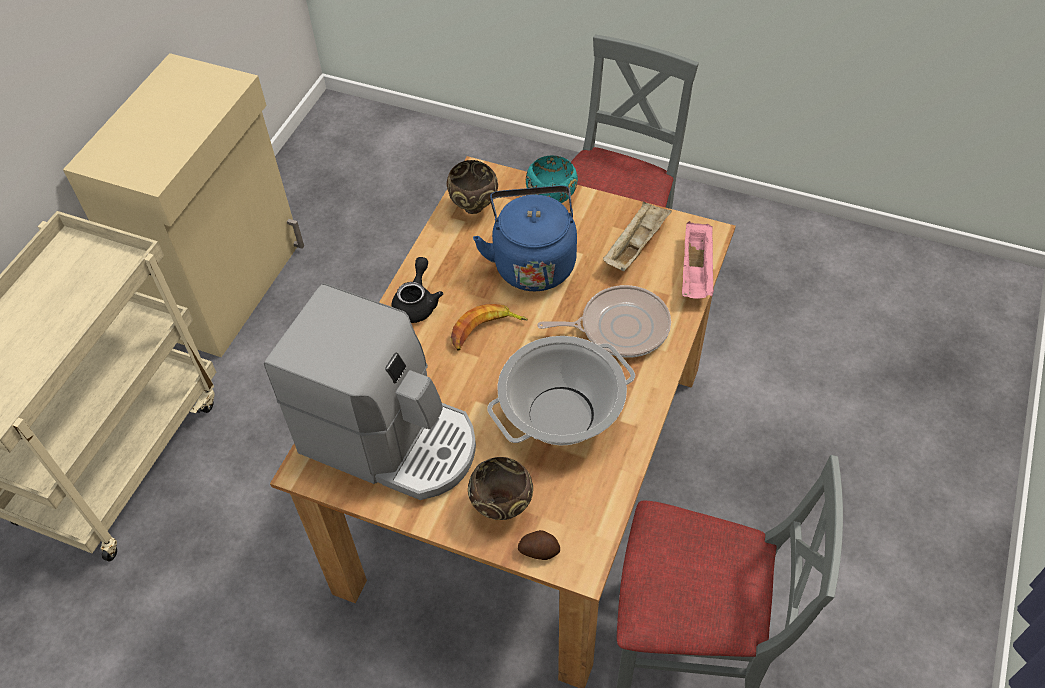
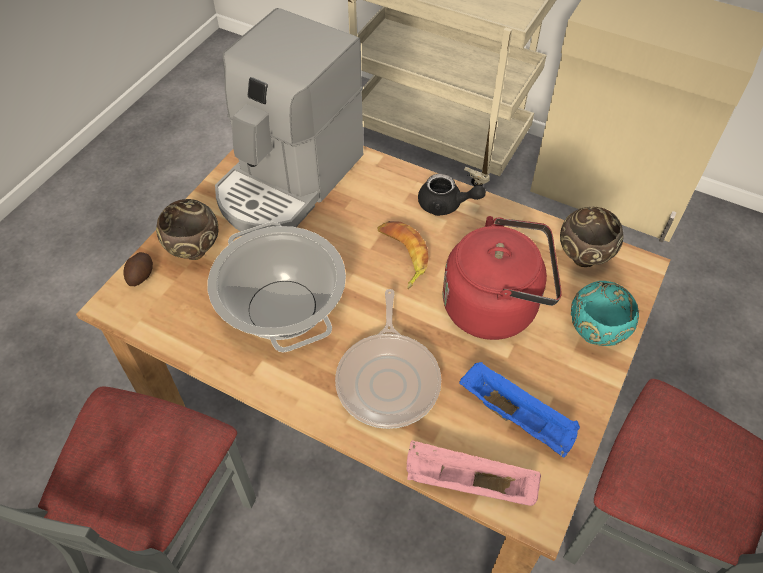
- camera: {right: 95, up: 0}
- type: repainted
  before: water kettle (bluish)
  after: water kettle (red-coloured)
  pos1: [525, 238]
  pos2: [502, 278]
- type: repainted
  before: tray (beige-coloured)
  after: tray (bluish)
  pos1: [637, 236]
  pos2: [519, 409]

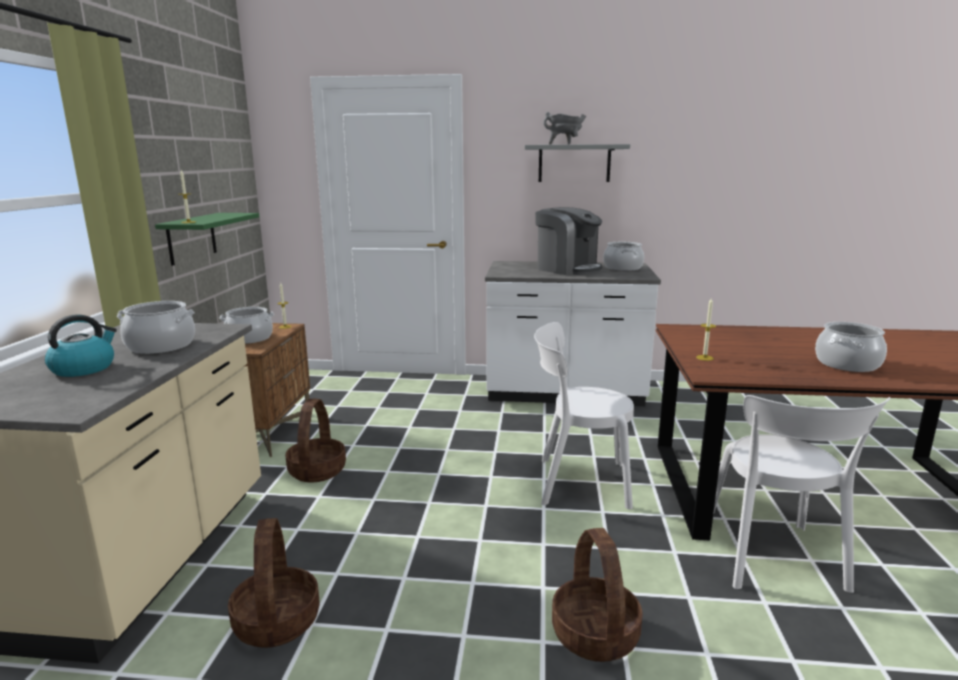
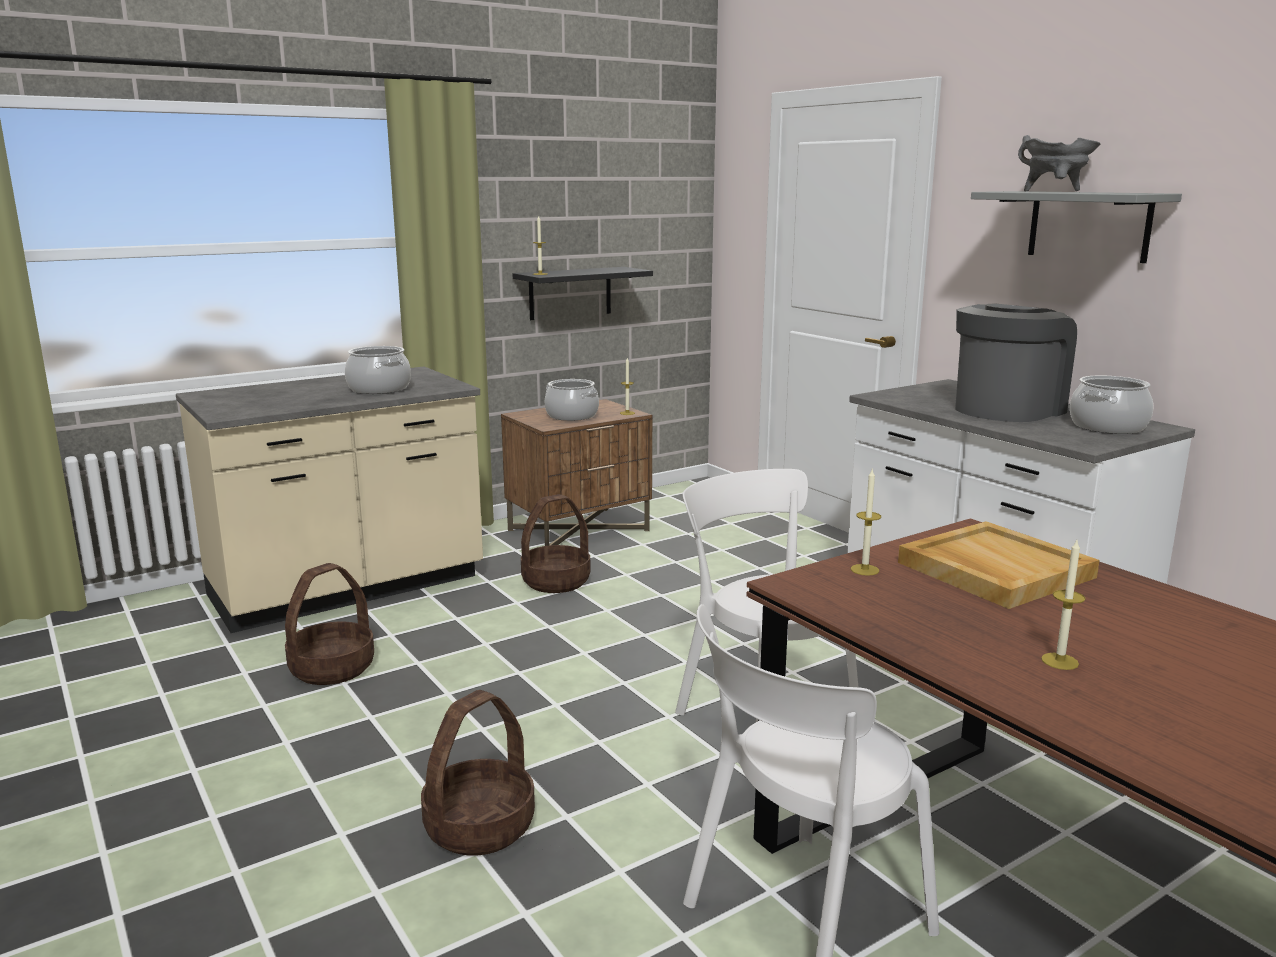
- camera: {right: 50, up: 0}
- type: repainted
  before: shelf (greenish)
  after: shelf (blackish)
  pos1: [207, 239]
  pos2: [583, 293]
- type: new
  after: tray (beige-coloured)
  pos2: [999, 565]
- type: rotated
  before: coffee maker
  pos1: [568, 241]
  pos2: [1016, 363]
  turn: -135
- type: swapped
  before: stockpot
  after: candle
  pos1: [851, 347]
  pos2: [1063, 605]
- type: gone
  before: water kettle
  pos1: [81, 345]

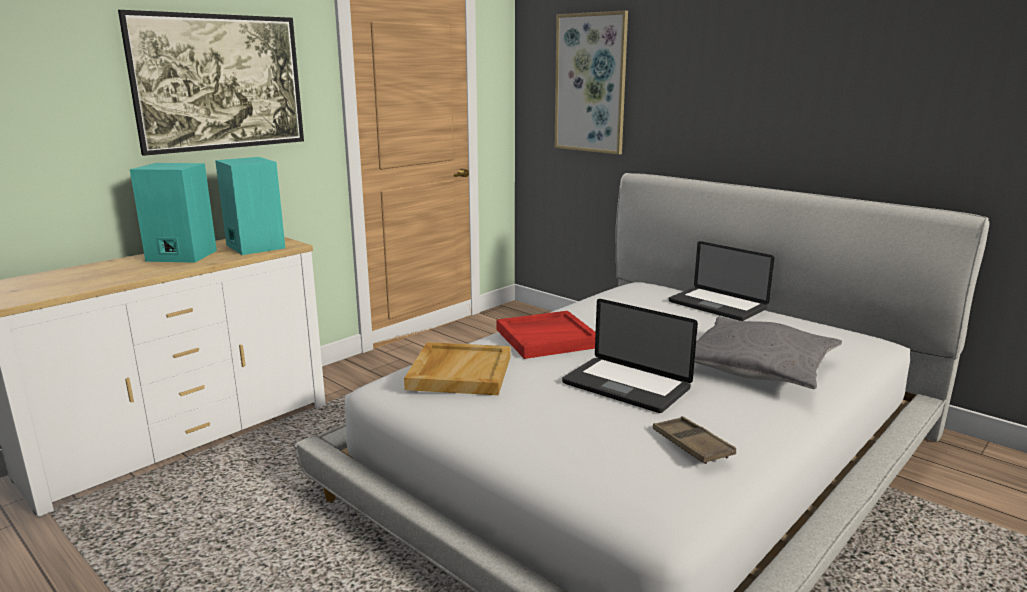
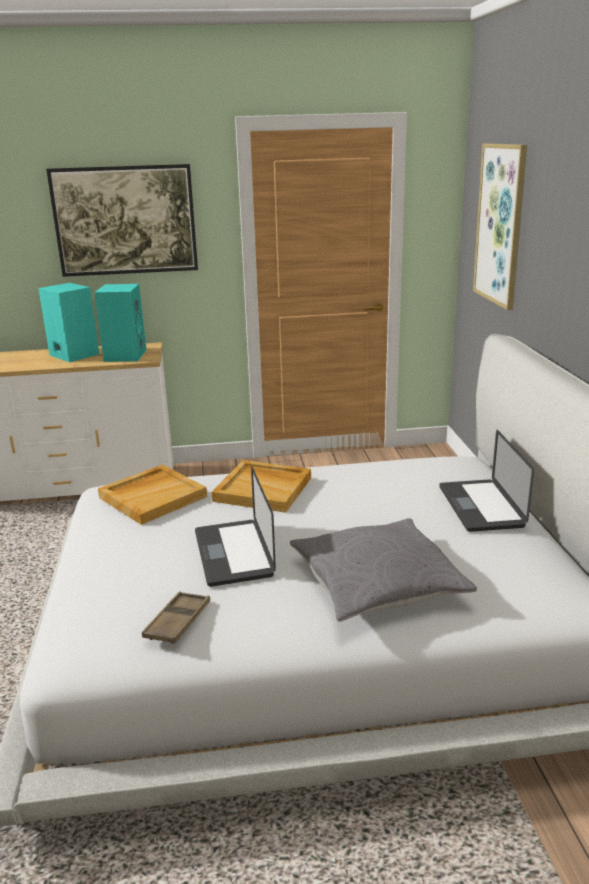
- camera: {right: 40, up: 5}
- type: repainted
  before: tray (red-coloured)
  after: tray (beige-coloured)
  pos1: [546, 335]
  pos2: [261, 486]

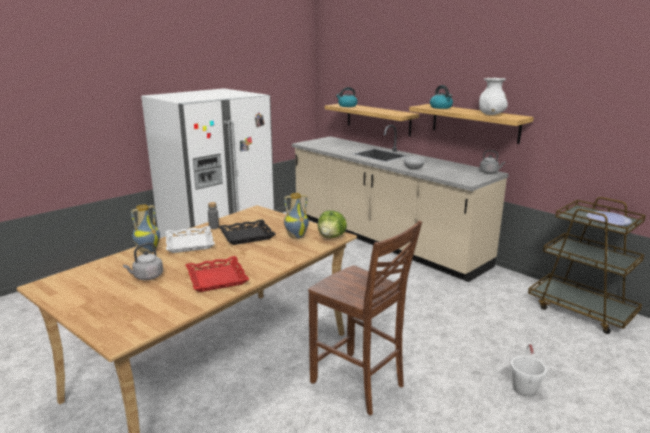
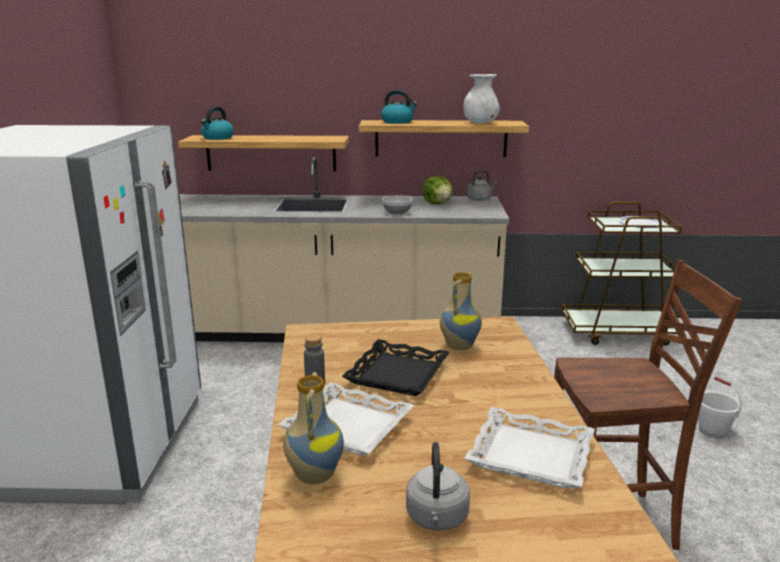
- camera: {right: -45, up: 0}
- type: shifted
  before: lettuce
  pos1: [332, 224]
  pos2: [438, 190]
- type: repainted
  before: tray (red-coloured)
  after: tray (white)
  pos1: [217, 274]
  pos2: [529, 448]

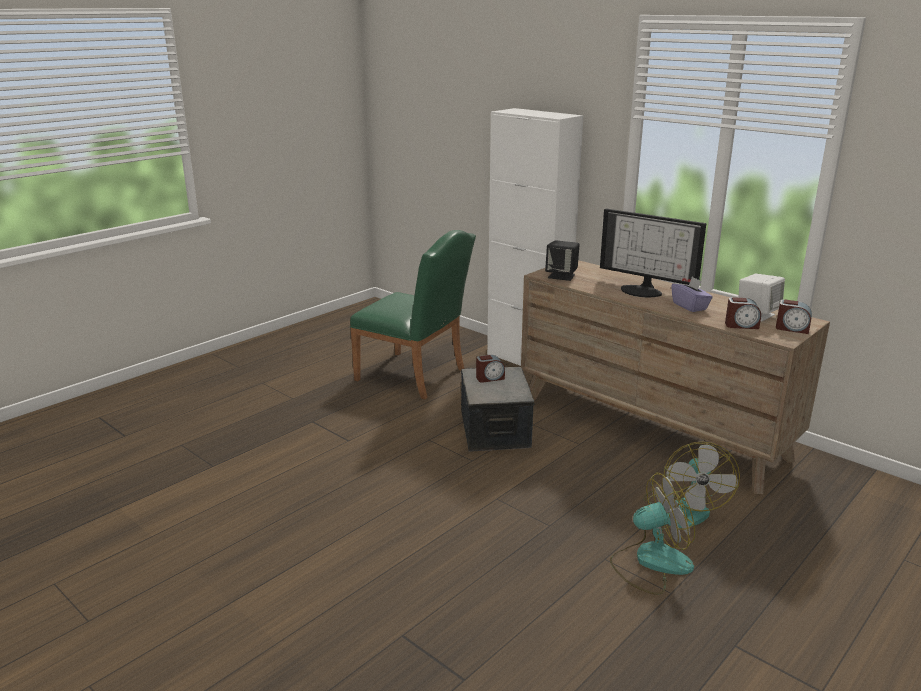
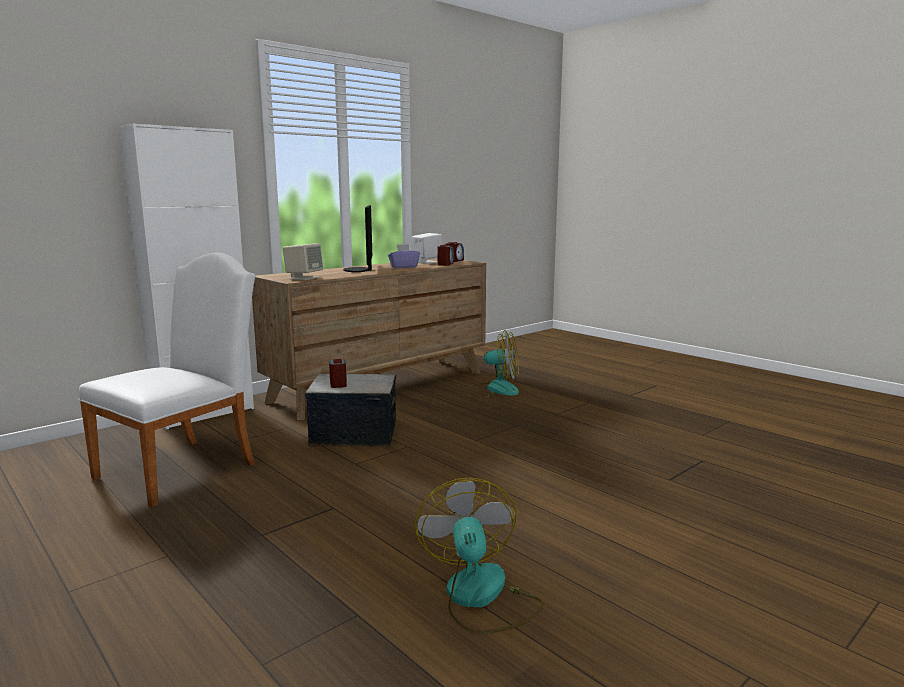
- camera: {right: -85, up: -10}
- type: repainted
  before: plain chair (greenish)
  after: plain chair (white)
  pos1: [413, 314]
  pos2: [167, 379]
- type: repainted
  before: audio speaker (blackish)
  after: audio speaker (beige-coloured)
  pos1: [562, 260]
  pos2: [303, 261]
- type: rotated
  before: computer screen
  pos1: [653, 253]
  pos2: [357, 238]
  turn: 135
- type: shifted
  before: fan
  pos1: [652, 534]
  pos2: [479, 556]

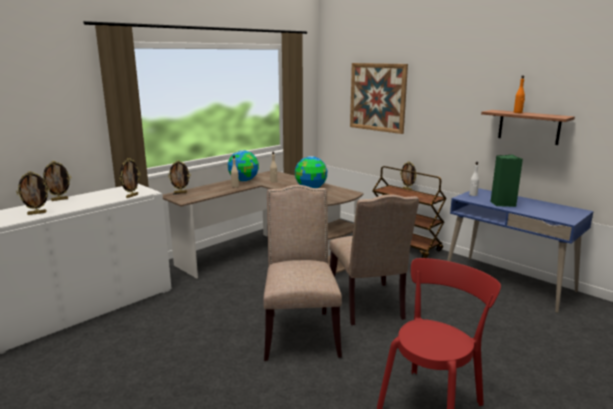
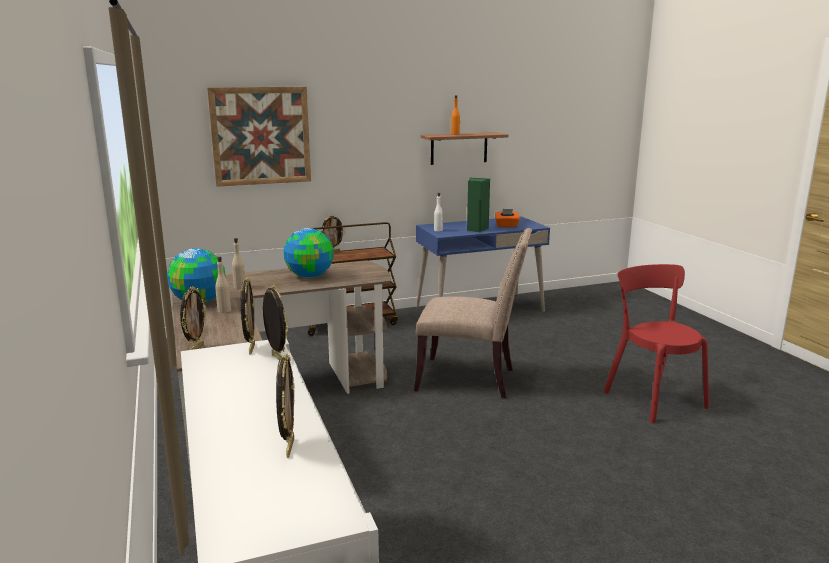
- camera: {right: -65, up: 0}
- type: shifted
  before: picture frame
  pos1: [57, 181]
  pos2: [248, 316]
- type: new
  after: box of tissues (orangey)
  pos2: [507, 218]
- type: gone
  before: plain chair (beige-coloured)
  pos1: [302, 273]

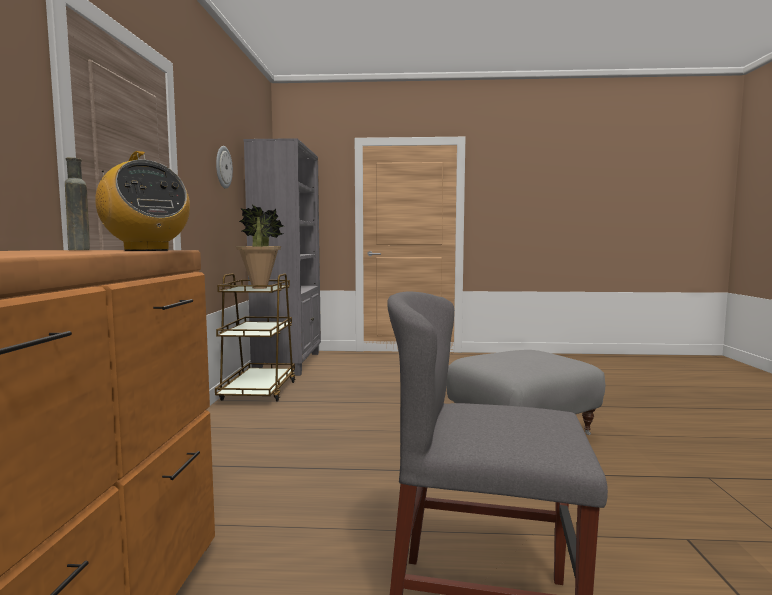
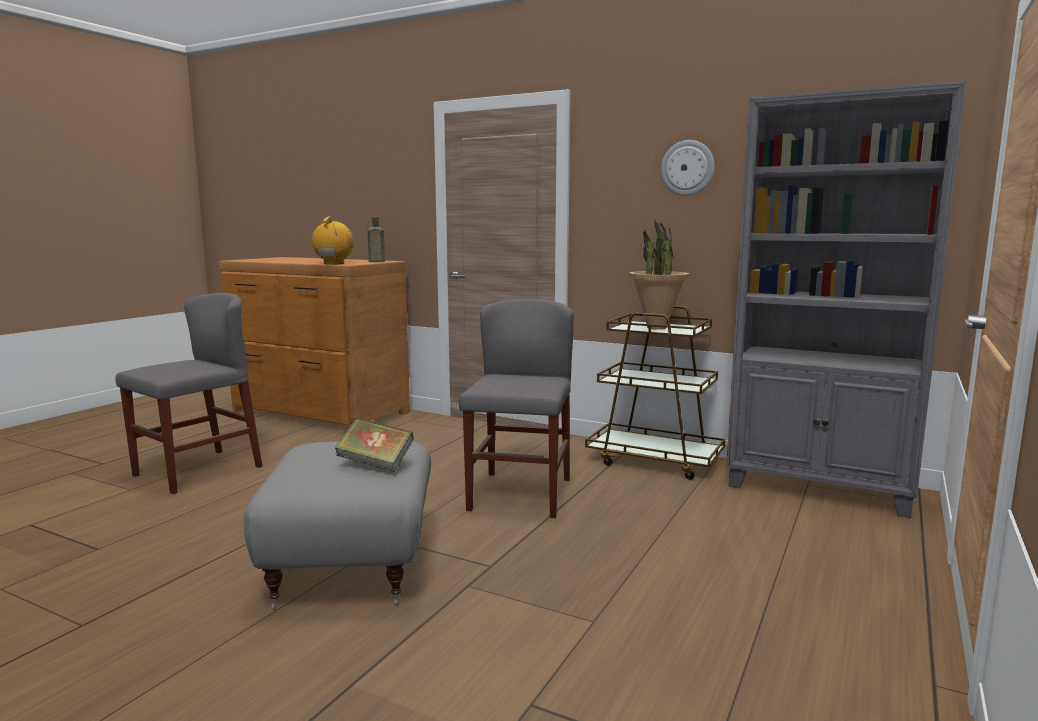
- camera: {right: 115, up: 5}
- type: rotated
  before: radio
  pos1: [142, 201]
  pos2: [333, 241]
  turn: 120
- type: new
  after: book
  pos2: [374, 445]
- type: new
  after: plain chair (gray)
  pos2: [516, 408]

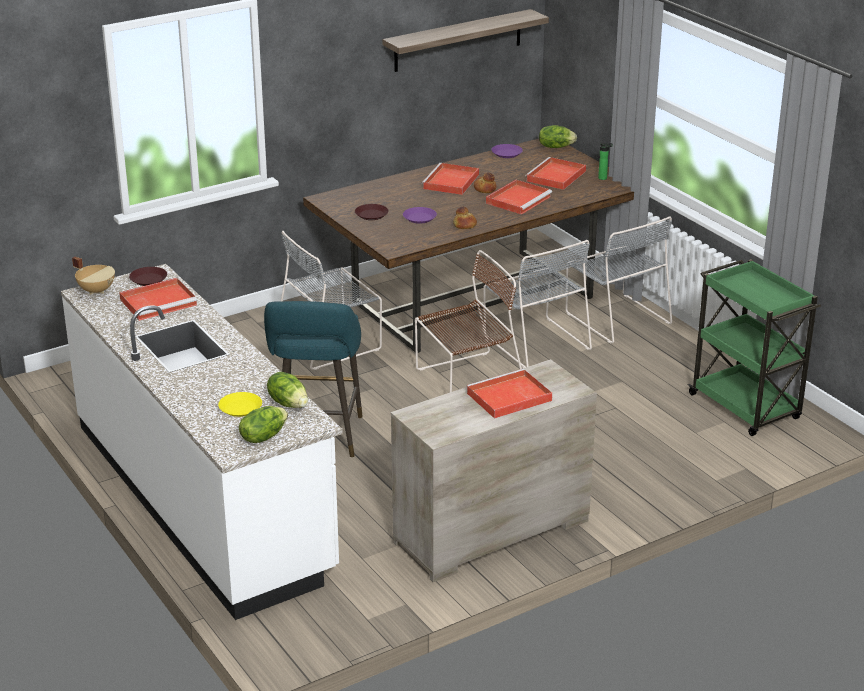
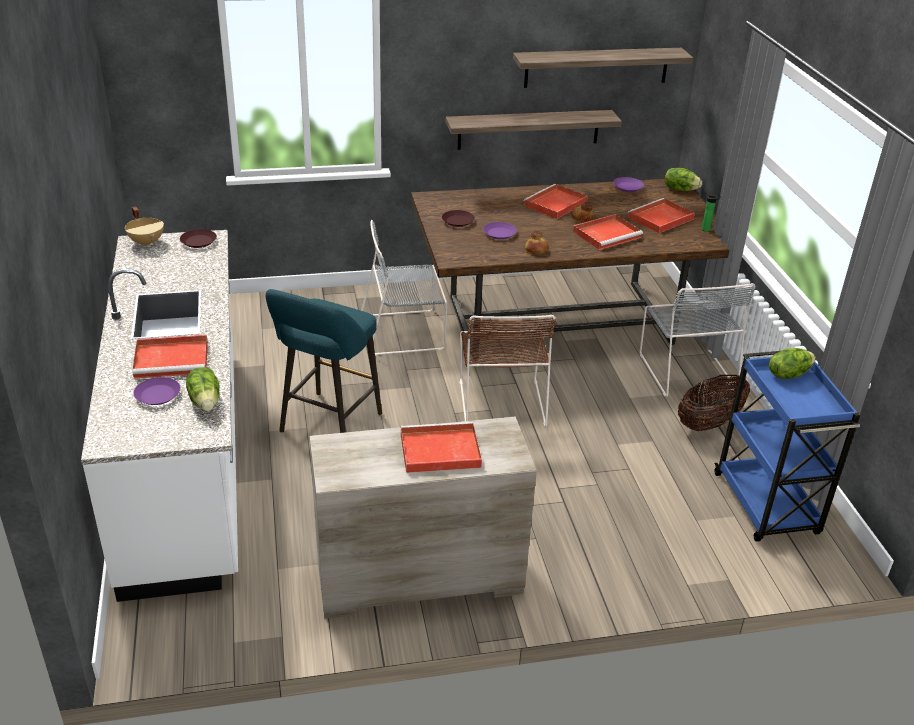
- camera: {right: 20, up: 5}
- type: shifted
  before: tray (red-coloured)
  pos1: [158, 299]
  pos2: [170, 357]
- type: repainted
  before: dinner plate (yellow)
  after: dinner plate (purple)
  pos1: [240, 404]
  pos2: [156, 391]
- type: new
  after: shelf
  pos2: [534, 130]
- type: rotated
  before: plain chair (brown)
  pos1: [468, 321]
  pos2: [508, 371]
  turn: 90
- type: new
  after: storage basket
  pos2: [714, 402]
- type: repainted
  before: trolley (greenish)
  after: trolley (bluish)
  pos1: [754, 347]
  pos2: [787, 446]
- type: shifted
  before: lettuce
  pos1: [263, 424]
  pos2: [792, 363]
- type: gone
  before: plain chair (gray)
  pos1: [537, 304]

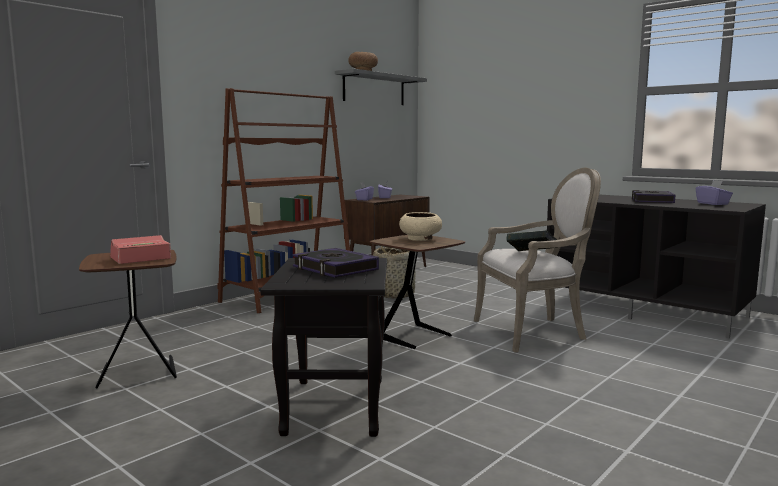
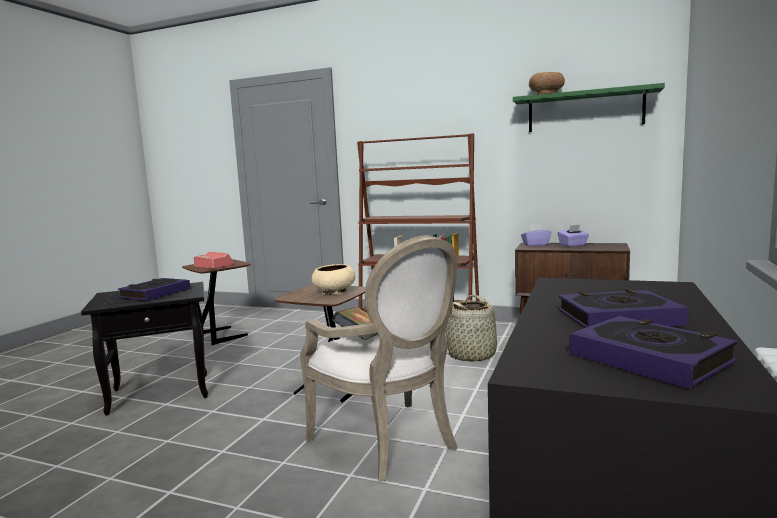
- camera: {right: 70, up: 0}
- type: repainted
  before: shelf (gray)
  after: shelf (greenish)
  pos1: [381, 87]
  pos2: [589, 107]
- type: swapped
  before: box of tissues (purple)
  after: book
  pos1: [714, 192]
  pos2: [653, 352]

